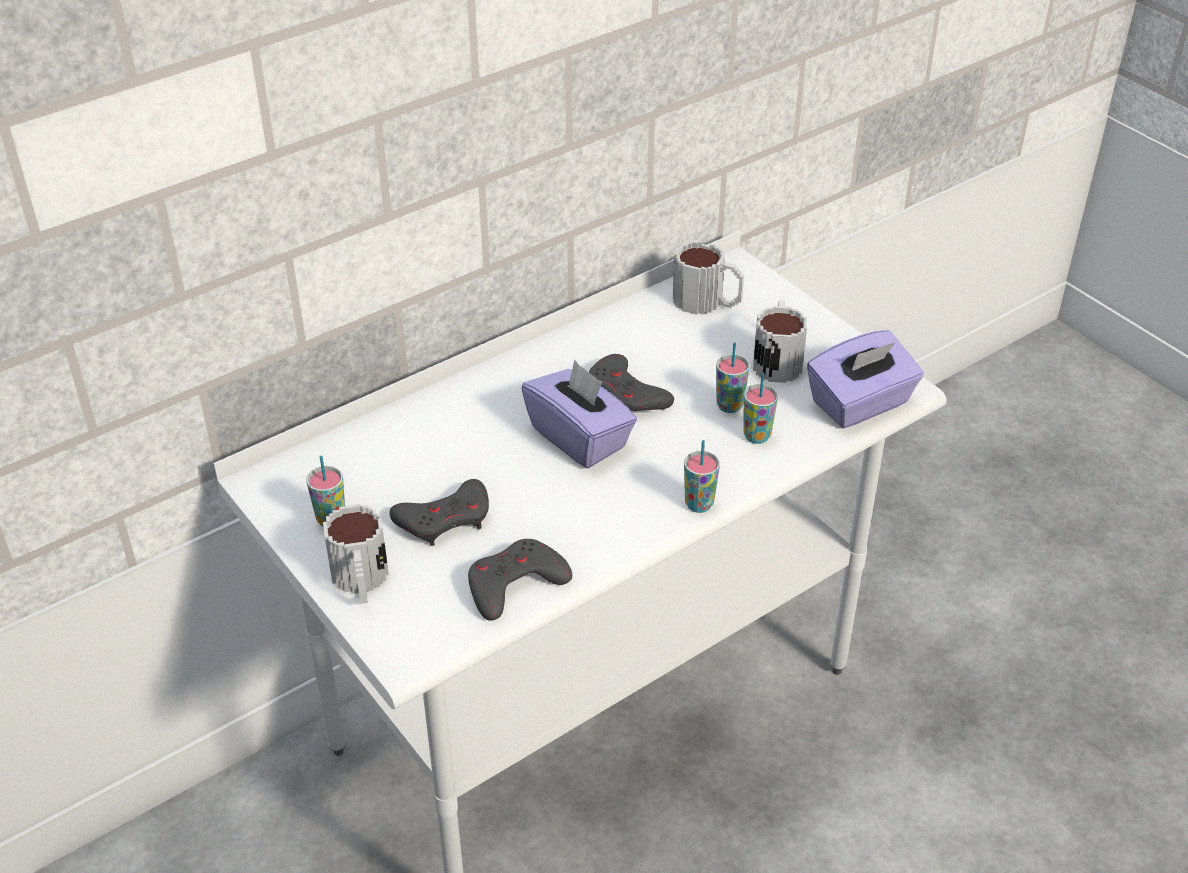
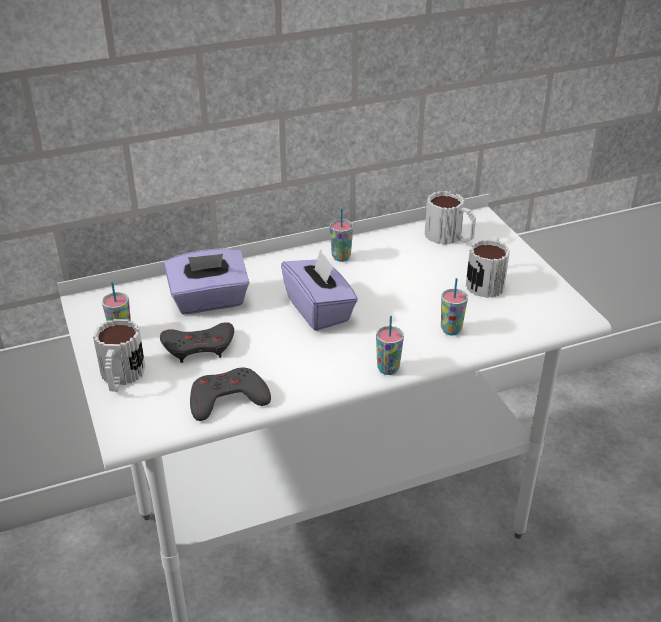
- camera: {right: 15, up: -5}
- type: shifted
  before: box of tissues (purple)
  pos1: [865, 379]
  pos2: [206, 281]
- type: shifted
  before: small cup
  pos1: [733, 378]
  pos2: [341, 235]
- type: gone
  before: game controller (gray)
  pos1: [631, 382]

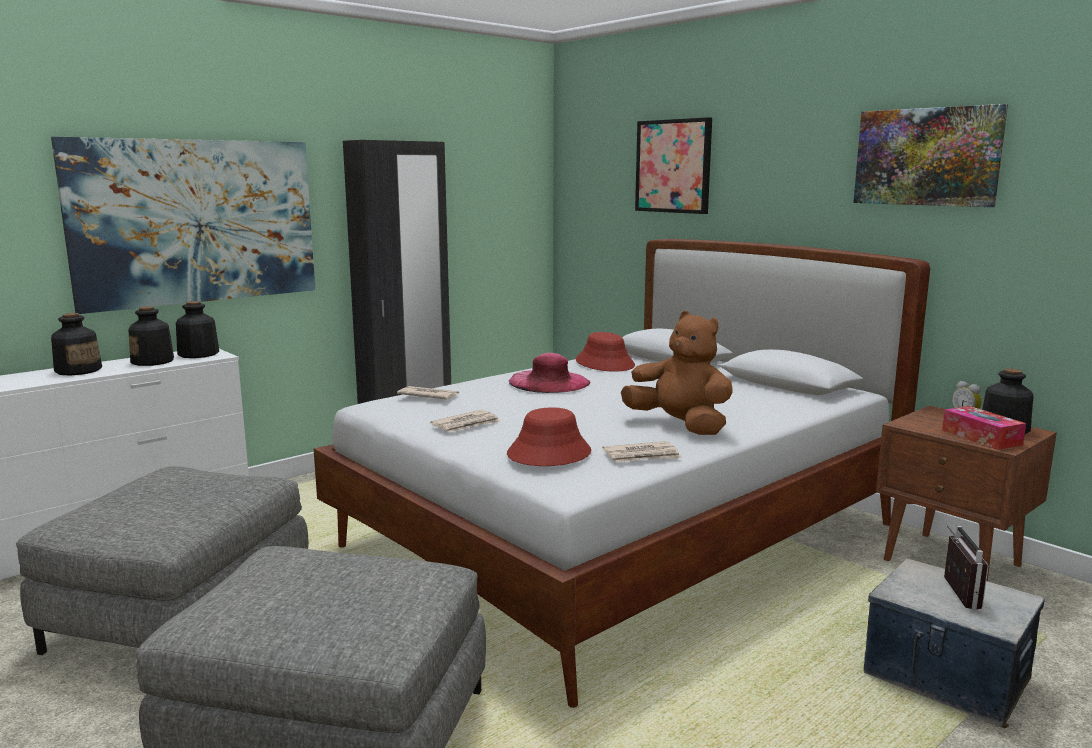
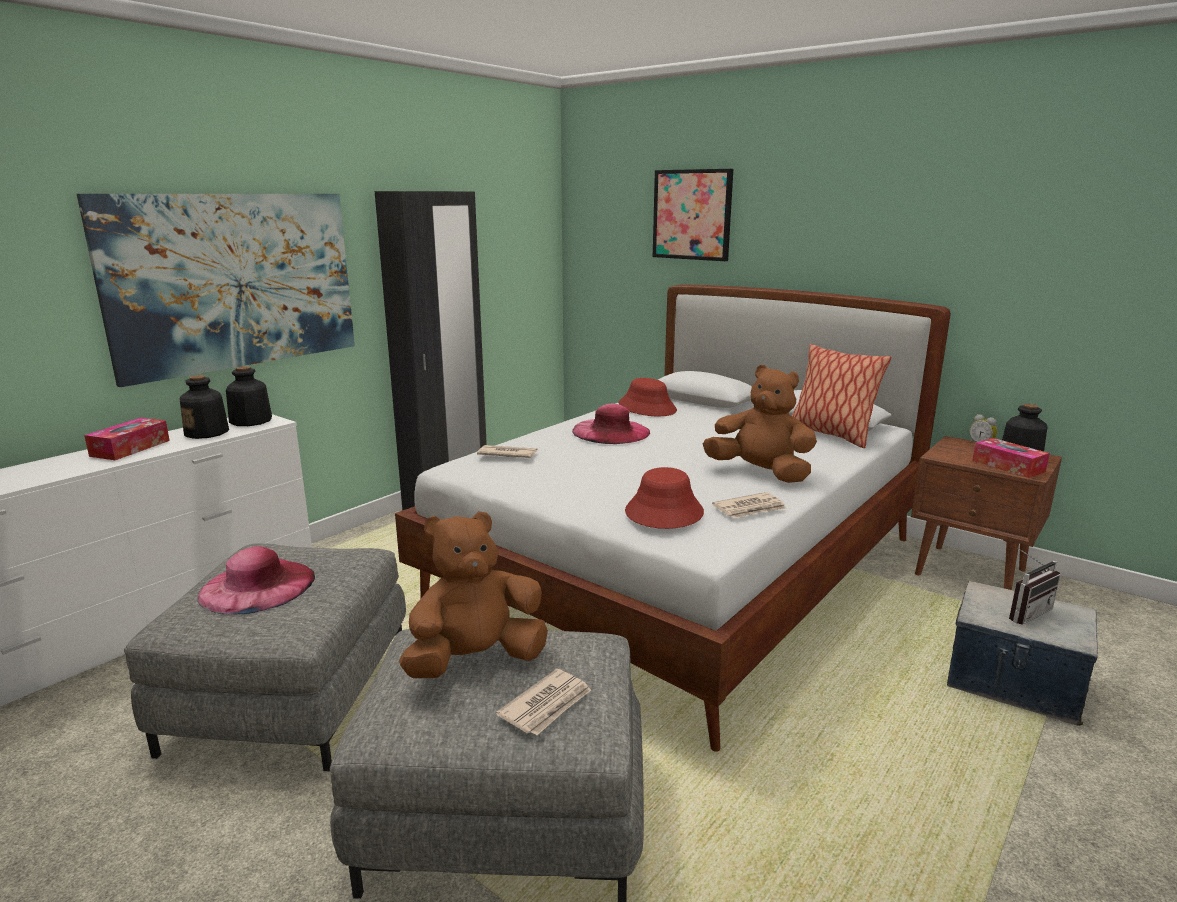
- camera: {right: -10, up: 5}
- type: swapped
  before: drink bottle
  after: box of tissues
  pos1: [76, 344]
  pos2: [127, 439]
- type: new
  after: clothing hat (pinkish)
  pos2: [256, 580]
- type: new
  after: soft toy (brown)
  pos2: [473, 594]
- type: shifted
  before: printed paper
  pos1: [465, 421]
  pos2: [543, 702]
- type: new
  after: throw pillow
  pos2: [841, 396]
- type: rotated
  before: radio
  pos1: [966, 567]
  pos2: [1035, 586]
  turn: 60
- type: gone
  before: wall art
  pos1: [930, 155]

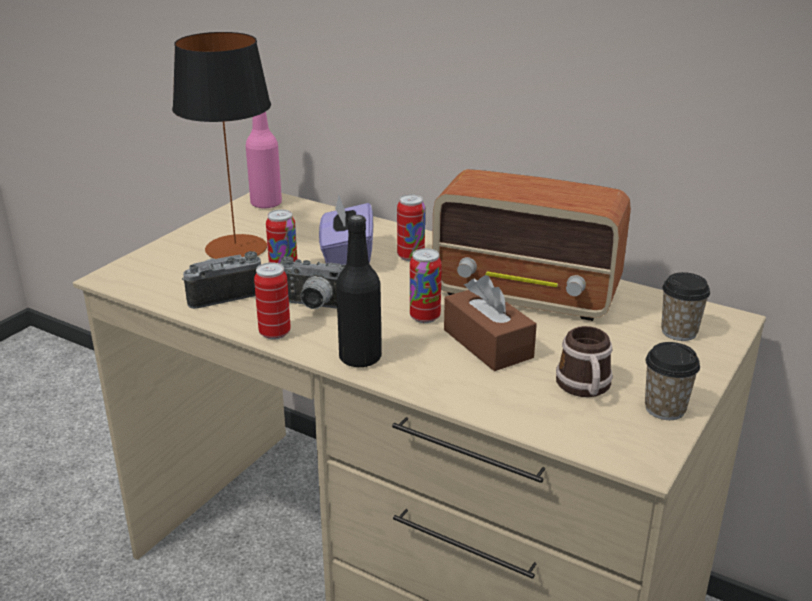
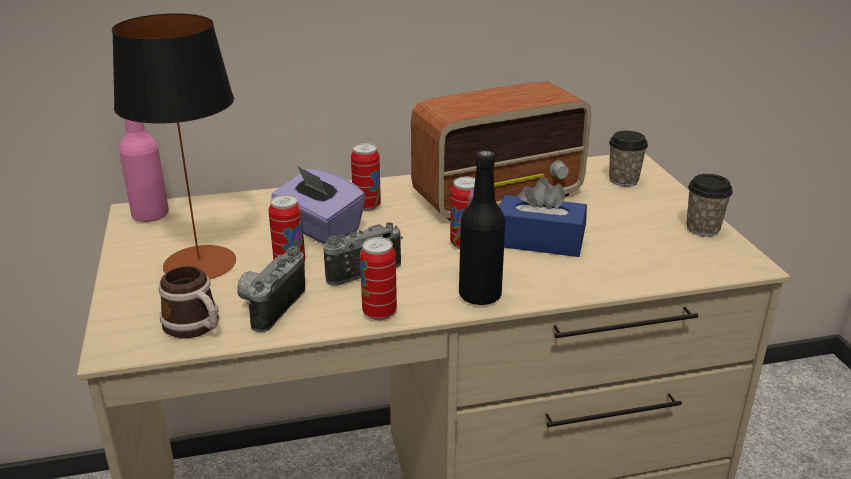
- camera: {right: -45, up: 0}
- type: shifted
  before: coffee mug
  pos1: [584, 361]
  pos2: [189, 302]
- type: repainted
  before: box of tissues (brown)
  after: box of tissues (bluish)
  pos1: [490, 323]
  pos2: [543, 217]

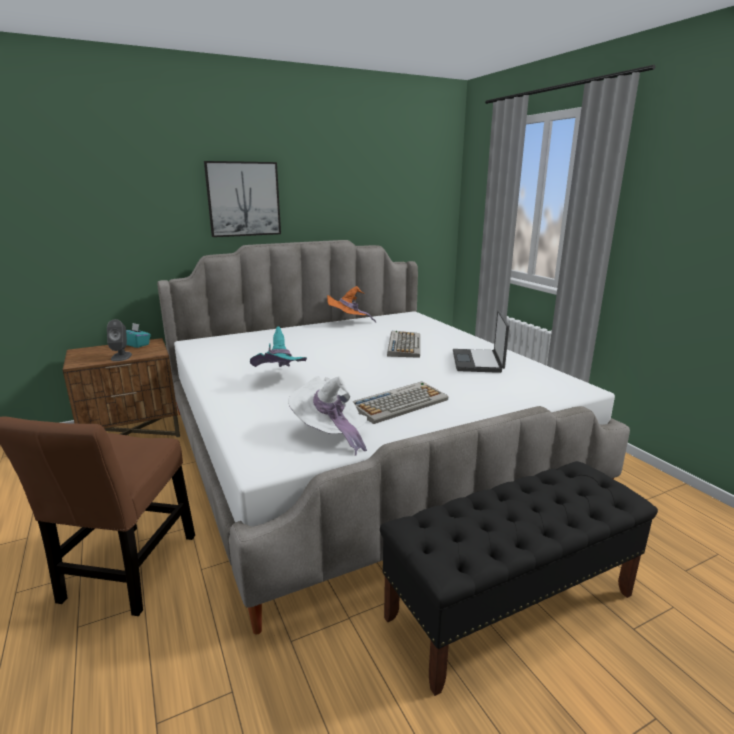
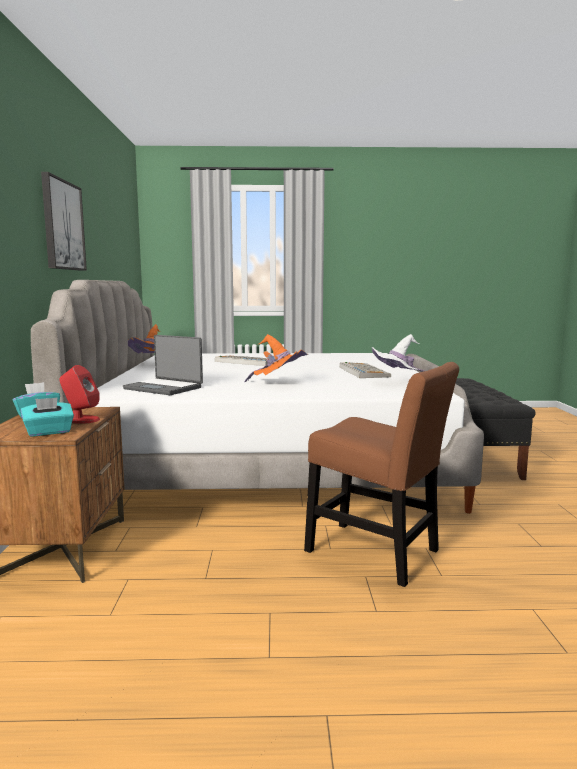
- camera: {right: -65, up: -10}
- type: new
  after: box of tissues (turquoise)
  pos2: [47, 417]
- type: repainted
  before: audio speaker (gray)
  after: audio speaker (red-coloured)
  pos1: [119, 340]
  pos2: [79, 394]
- type: shifted
  before: laptop
  pos1: [481, 341]
  pos2: [163, 365]
- type: repainted
  before: clothing hat (turquoise)
  after: clothing hat (orangey)
  pos1: [278, 346]
  pos2: [276, 358]

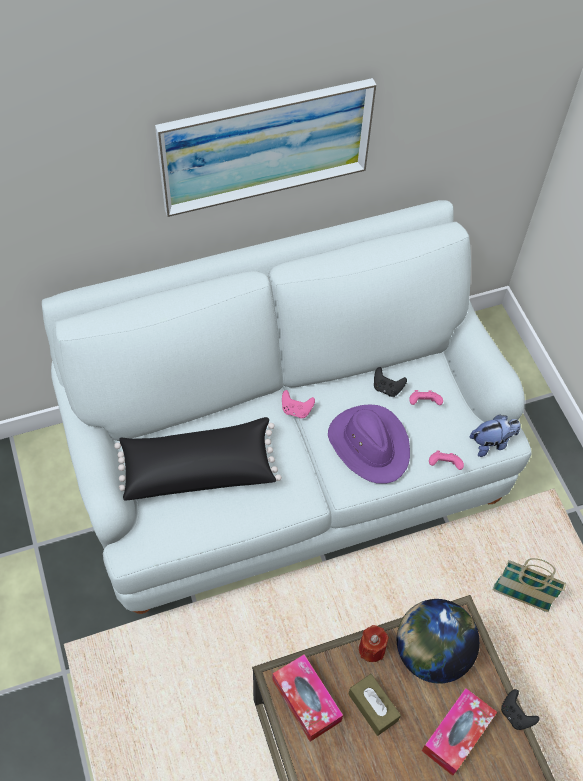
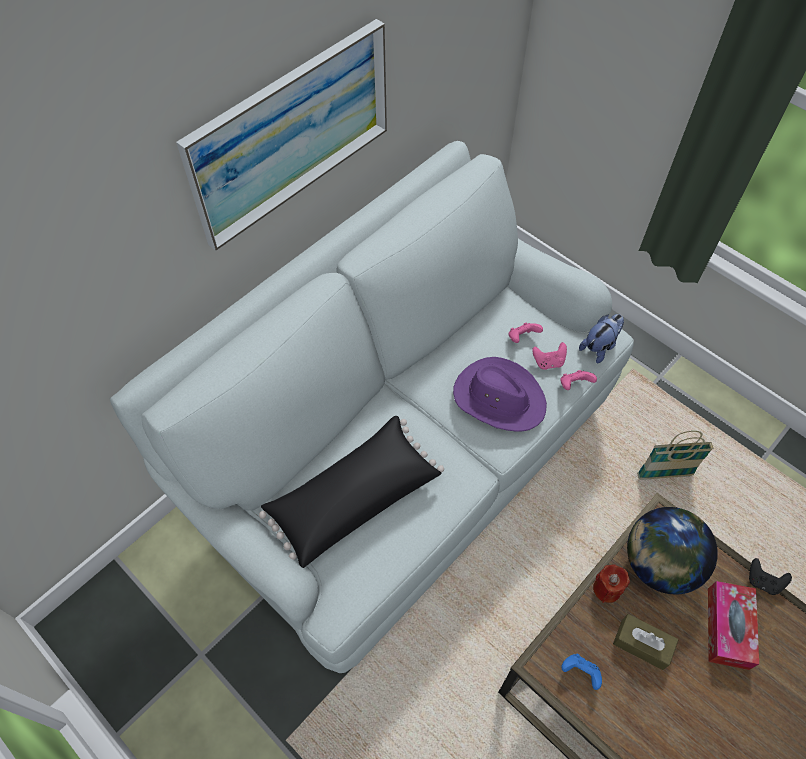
- camera: {right: -25, up: 0}
- type: shifted
  before: game controller (pinkish)
  pos1: [298, 404]
  pos2: [549, 356]
- type: swapped
  before: box of tissues
  after: game controller (bluish)
  pos1: [307, 698]
  pos2: [581, 672]
- type: gone
  before: game controller (blackish)
  pos1: [390, 382]

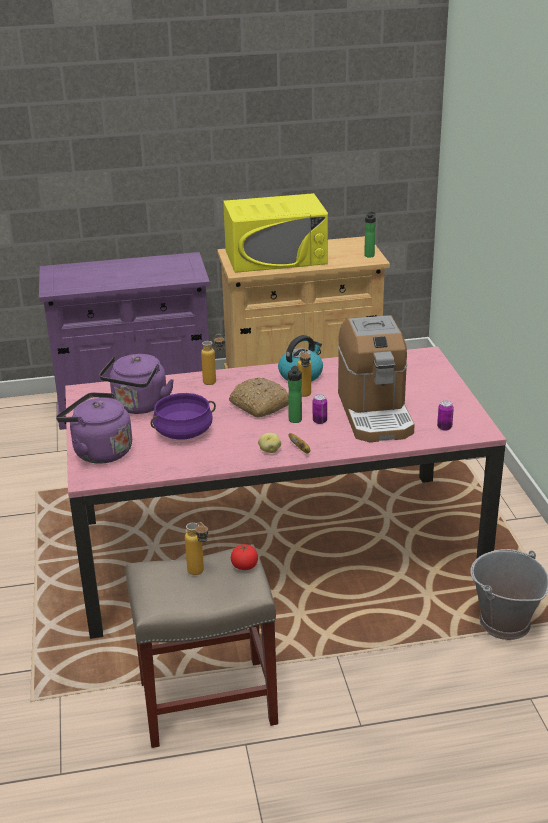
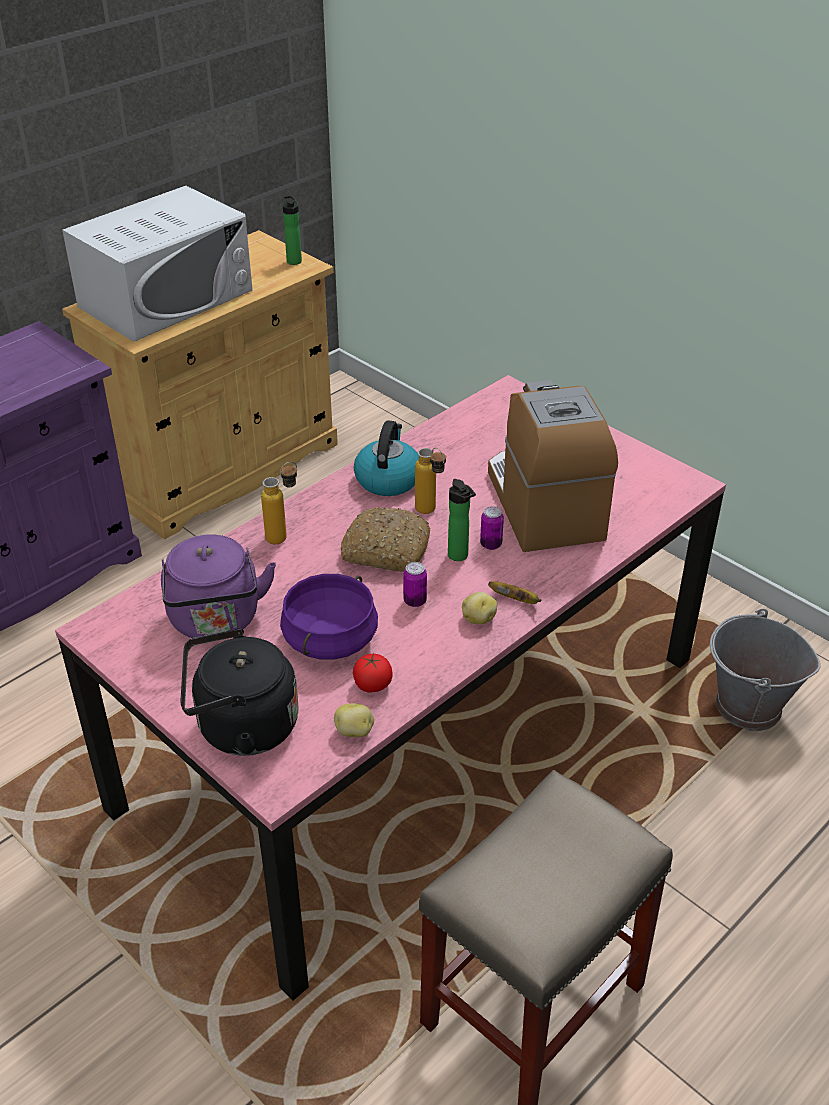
- camera: {right: -35, up: 10}
- type: repainted
  before: microwave (yellow)
  after: microwave (white)
  pos1: [275, 233]
  pos2: [157, 264]
- type: repainted
  before: water kettle (purple)
  after: water kettle (blackish)
  pos1: [94, 428]
  pos2: [240, 692]
- type: new
  after: whole potato
  pos2: [354, 720]
- type: shifted
  before: whole tomato
  pos1: [244, 557]
  pos2: [373, 672]
- type: shifted
  before: metal can
  pos1: [445, 415]
  pos2: [415, 584]
- type: rotated
  before: coffee maker
  pos1: [376, 378]
  pos2: [553, 466]
  turn: -150
- type: gone
  before: drink bottle
  pos1: [196, 548]

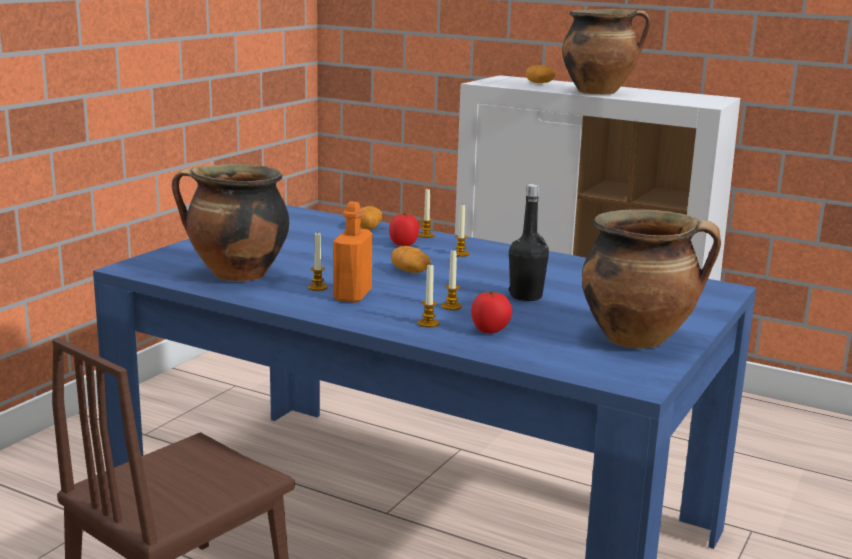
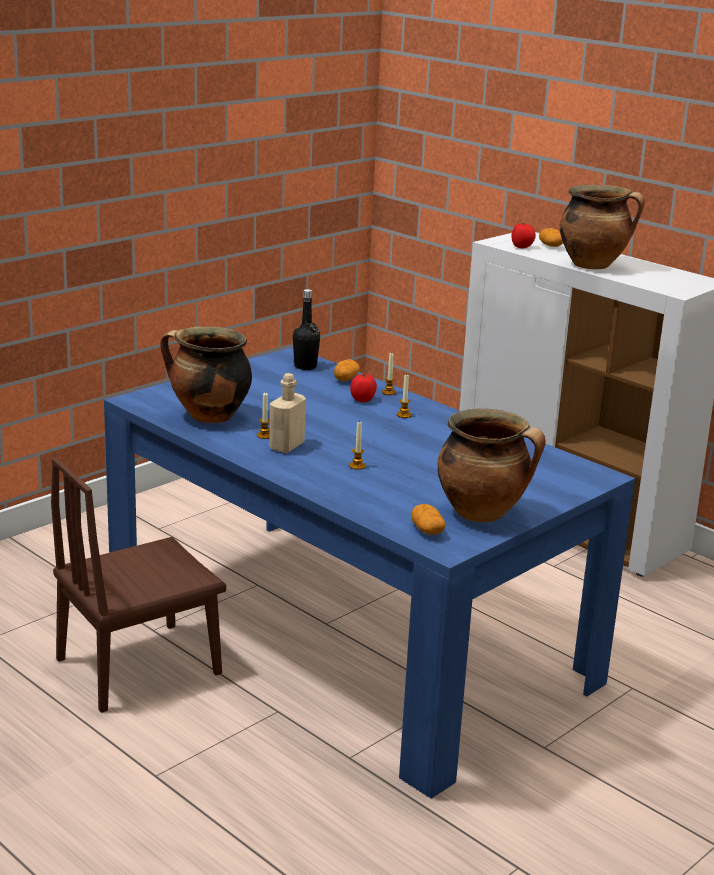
- camera: {right: 15, up: 5}
- type: repainted
  before: drink bottle (orangey)
  after: drink bottle (beige-coloured)
  pos1: [352, 252]
  pos2: [287, 413]
- type: shifted
  before: drink bottle (blackish)
  pos1: [529, 242]
  pos2: [306, 329]
- type: shifted
  before: whole potato
  pos1: [410, 259]
  pos2: [428, 519]
- type: shifted
  before: whole tomato
  pos1: [491, 313]
  pos2: [523, 235]
- type: gone
  before: candle
  pos1: [428, 295]

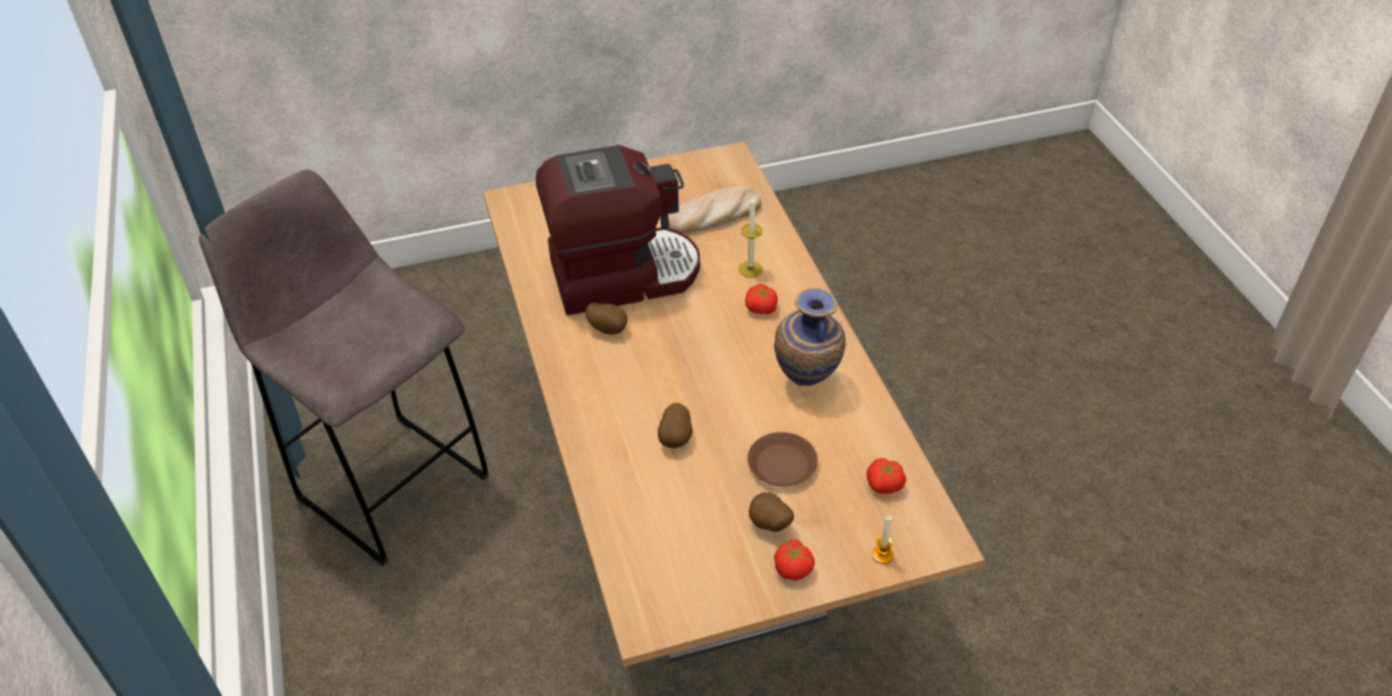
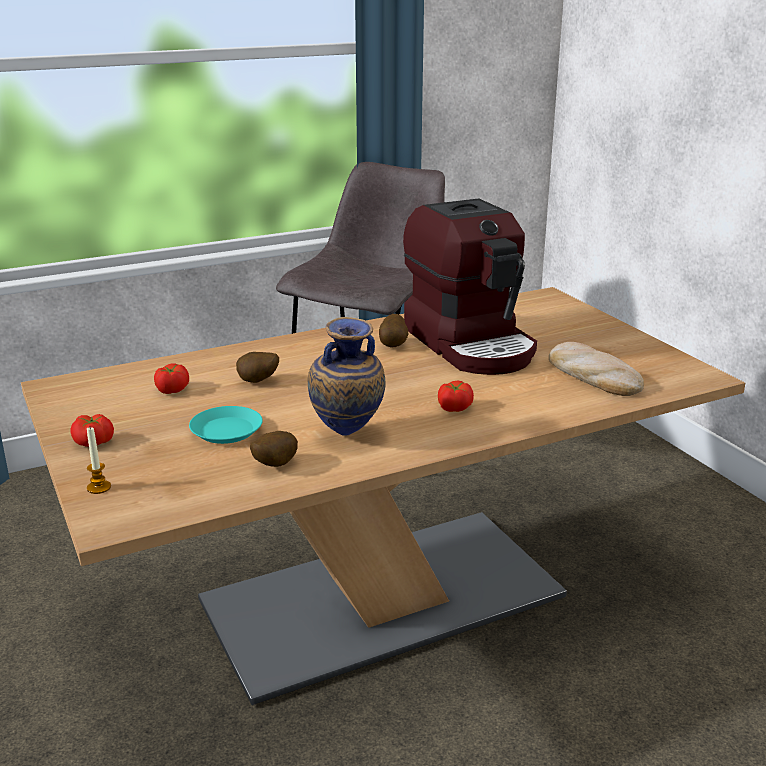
- camera: {right: 80, up: -20}
- type: shifted
  before: whole tomato
  pos1: [886, 476]
  pos2: [171, 379]
- type: repainted
  before: dinner plate (brown)
  after: dinner plate (turquoise)
  pos1: [783, 459]
  pos2: [226, 425]
- type: shifted
  before: whole potato
  pos1: [771, 512]
  pos2: [274, 449]
- type: gone
  before: candle
  pos1: [750, 237]

